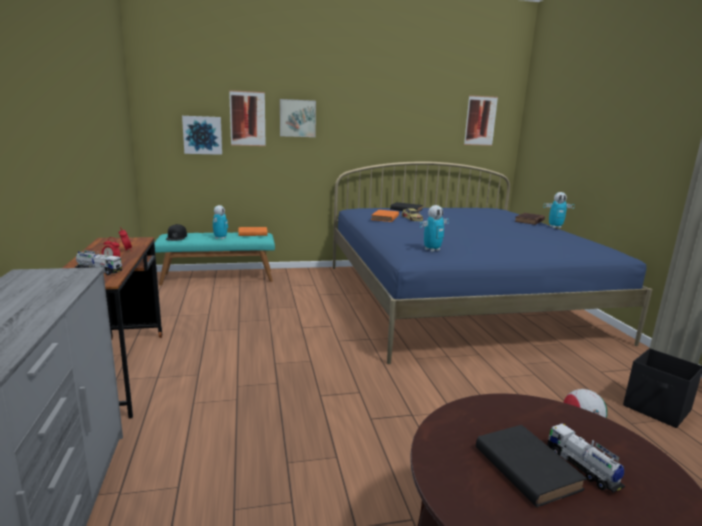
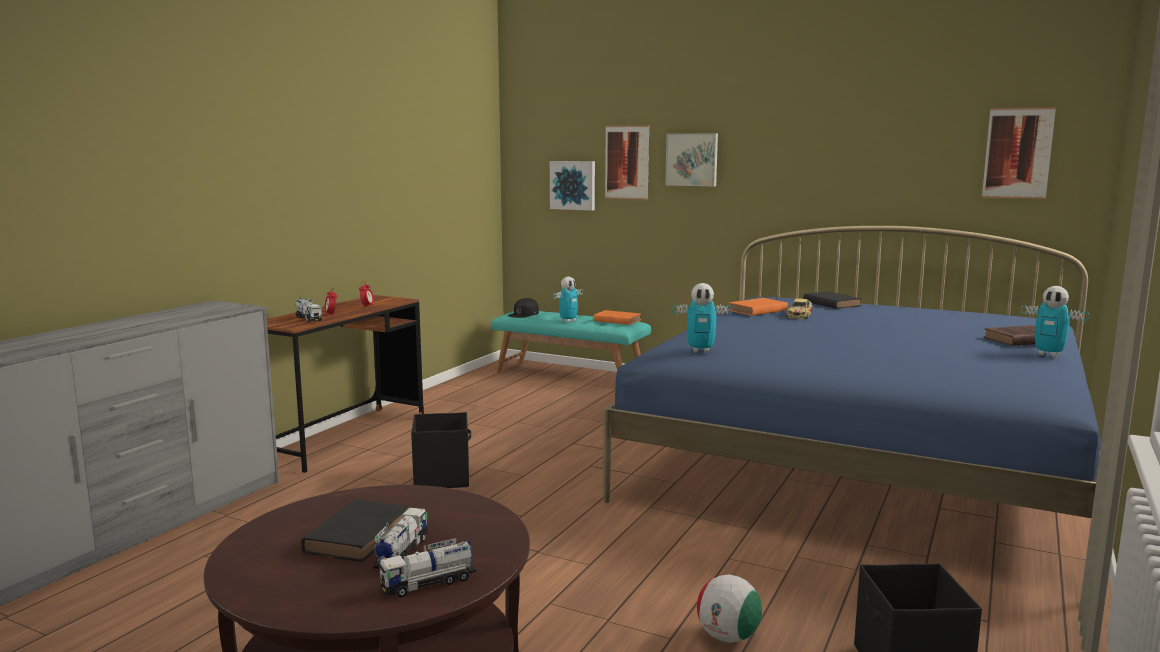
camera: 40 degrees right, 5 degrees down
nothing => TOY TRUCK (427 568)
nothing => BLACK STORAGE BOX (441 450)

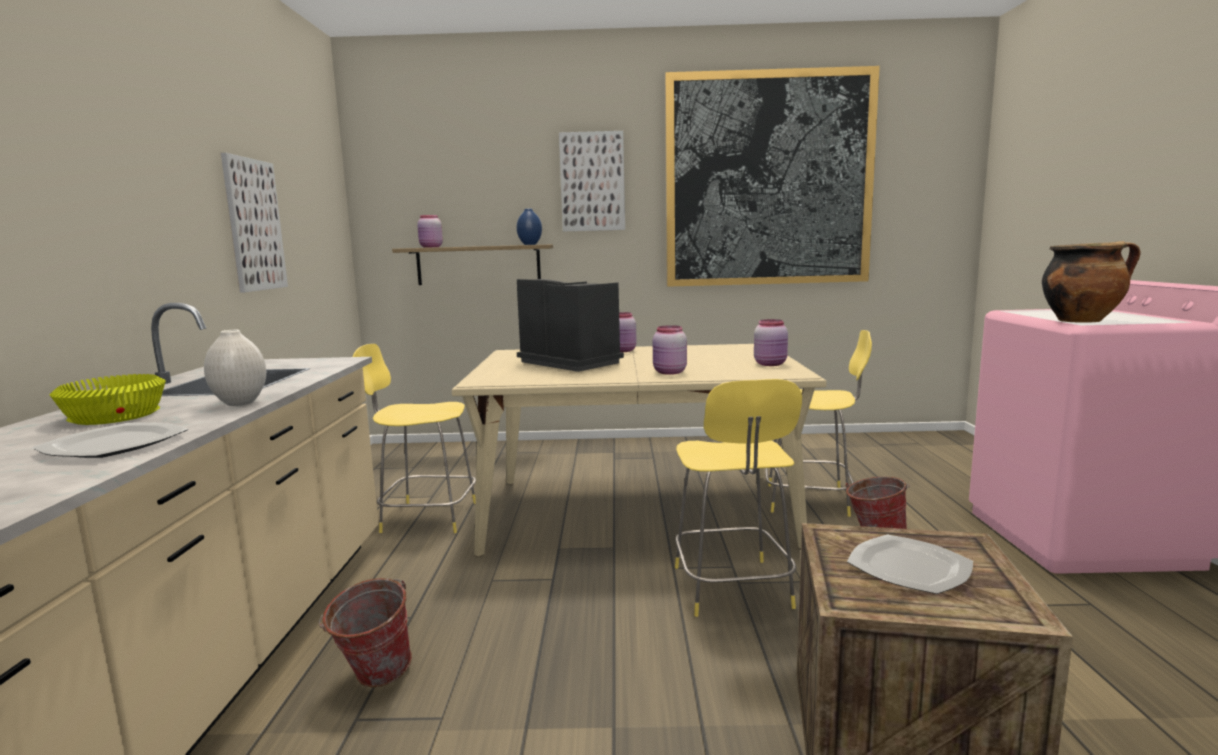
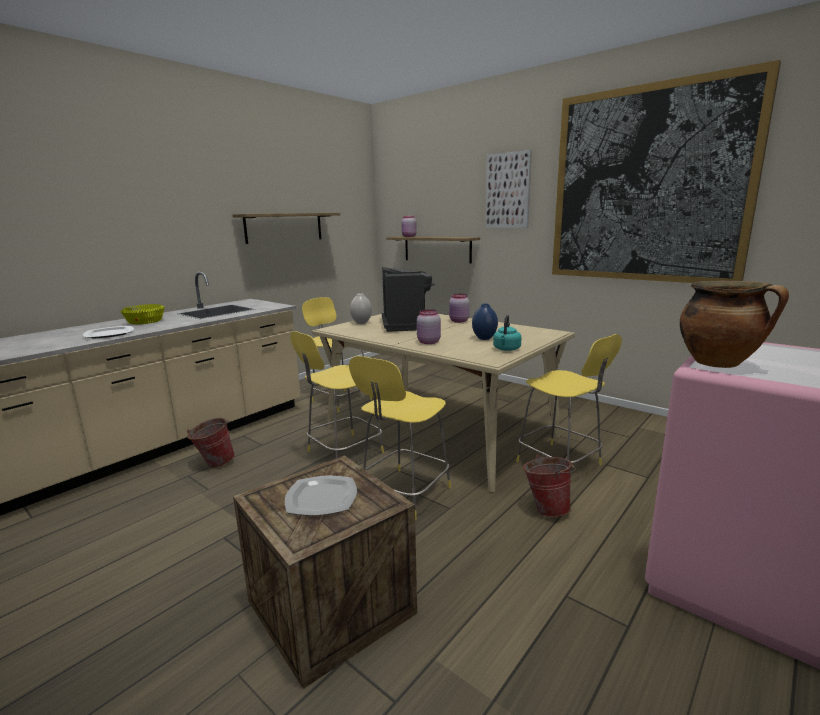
camera: 40 degrees right, 5 degrees up
WHITE VASE (235 368) => WHITE VASE (361 308), relocated
PICTURE (254 223) => SHELF (286 228)
BLUE VASE (529 227) => BLUE VASE (485 322), relocated
PINK JAR (771 342) => TURQUOISE KETTLE (507 333)
nothing => YELLOW STOOL (337 394)

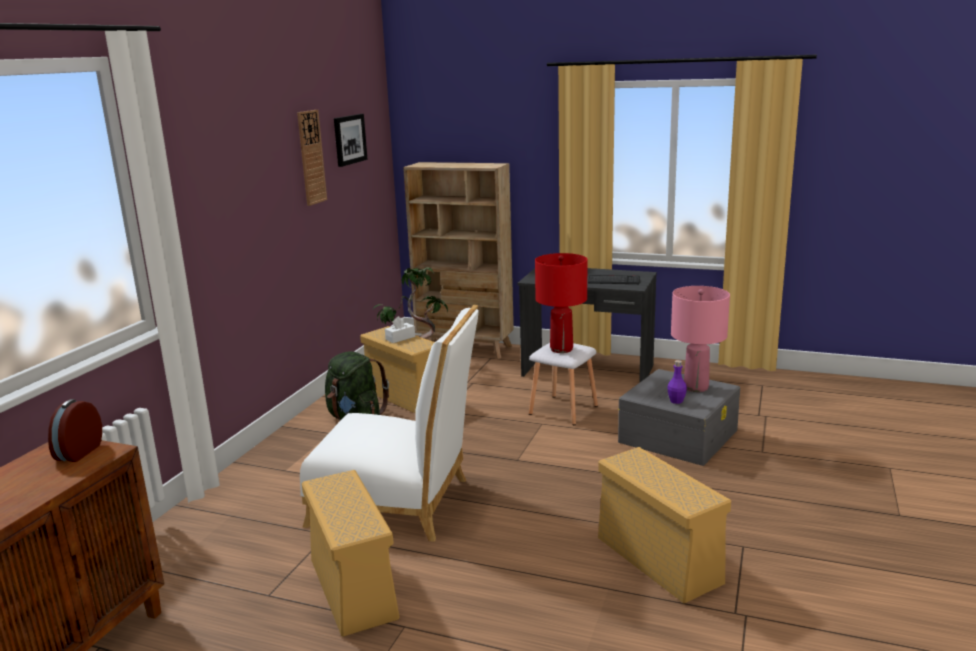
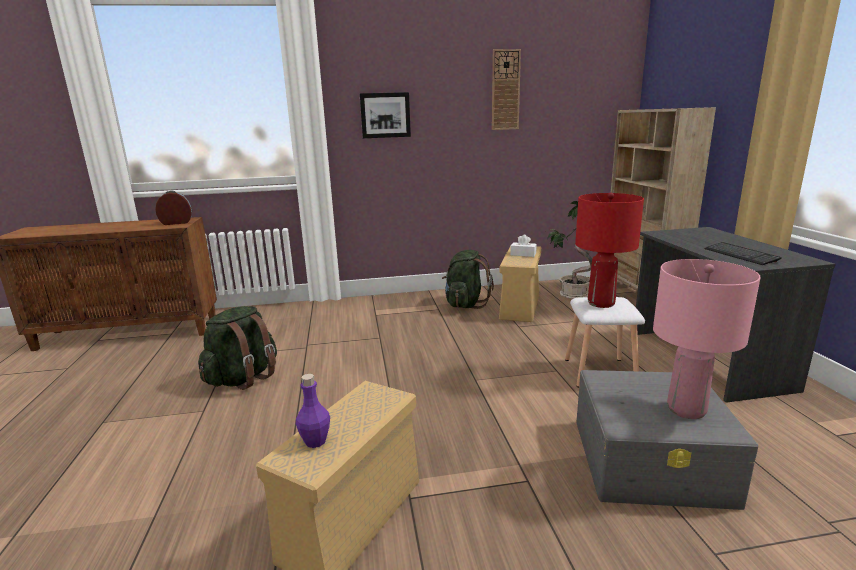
camera: 60 degrees right, 0 degrees up
WHITE CHAIR (389 423) => nothing
BEIGE STORAGE BOX (351 553) => GREEN BACKPACK (237 348)
PICTURE (351 140) => PICTURE (385 115), relocated
PURPLE BOTTLE (677 382) => PURPLE BOTTLE (313 411), relocated

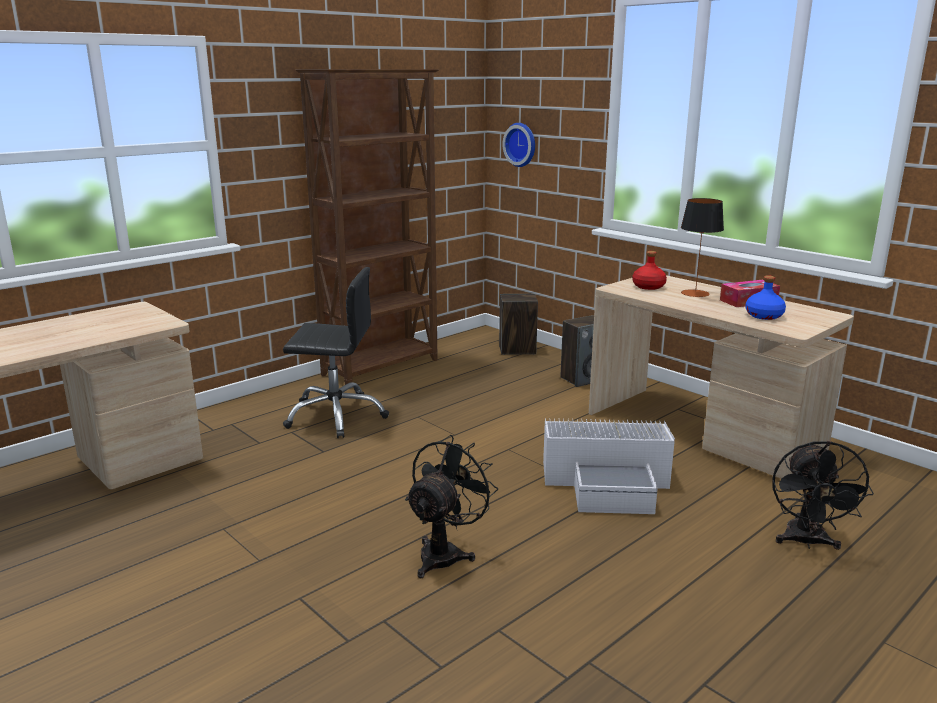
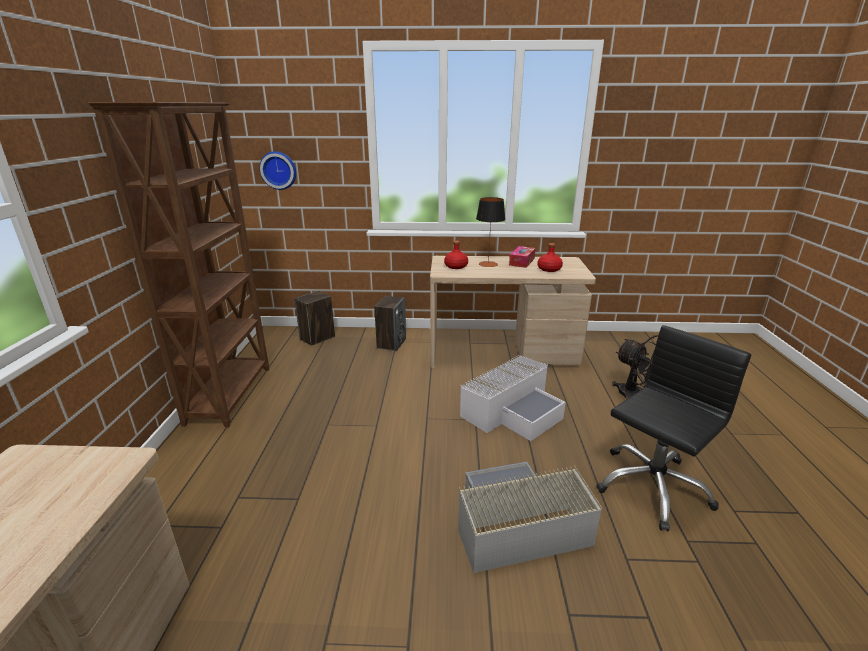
camera: 45 degrees left, 5 degrees up
BLACK OFFICE CHAIR (336 352) => BLACK OFFICE CHAIR (673 428), relocated
BLACK FAN (451 506) => GREY STORAGE BOX (530 517)
BLUE BOTTLE (765 297) => RED BOTTLE (550 257)

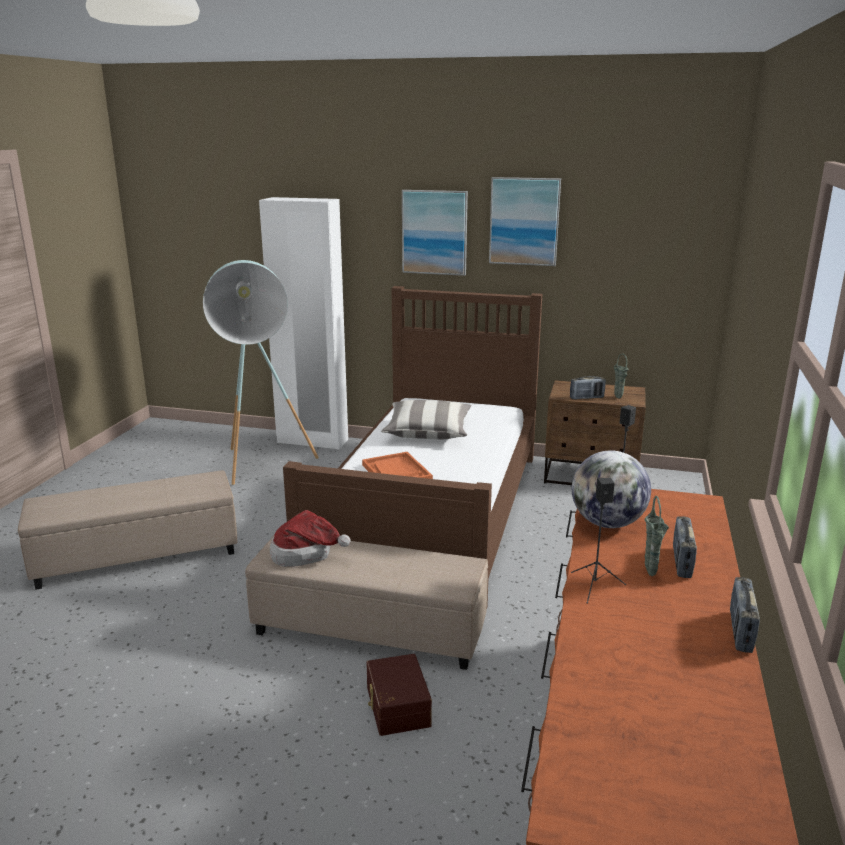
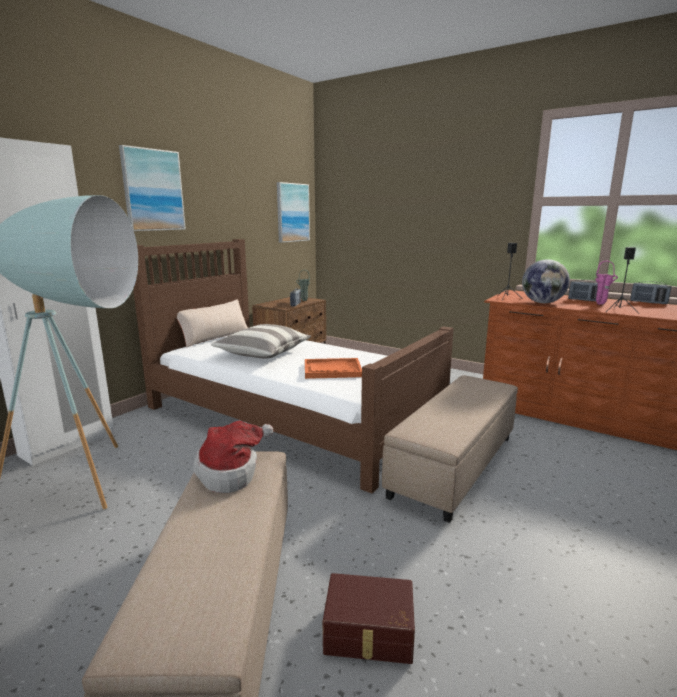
camera: 70 degrees left, 5 degrees down
HAT (310 538) => HAT (233 456), relocated
BROWN STORAGE BOX (399 695) => BROWN STORAGE BOX (369 618), relocated
PICTURE (525 221) => PICTURE (293 212), relocated
GREEN VASE (656 536) => PINK VASE (606 283)
nothing => BEIGE PILLOW (212 323)

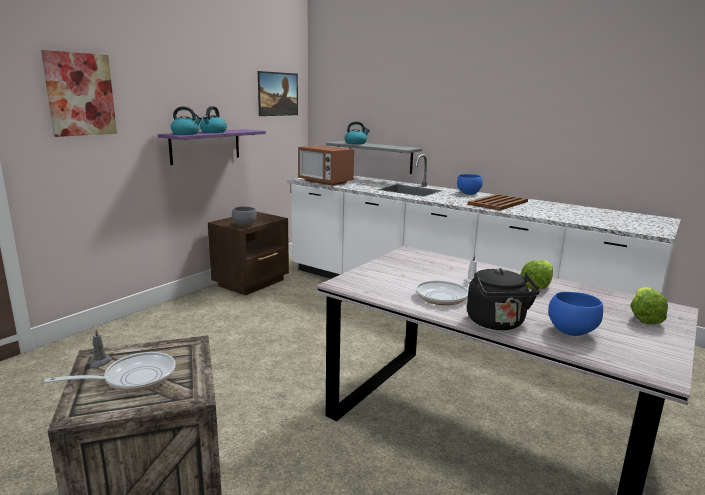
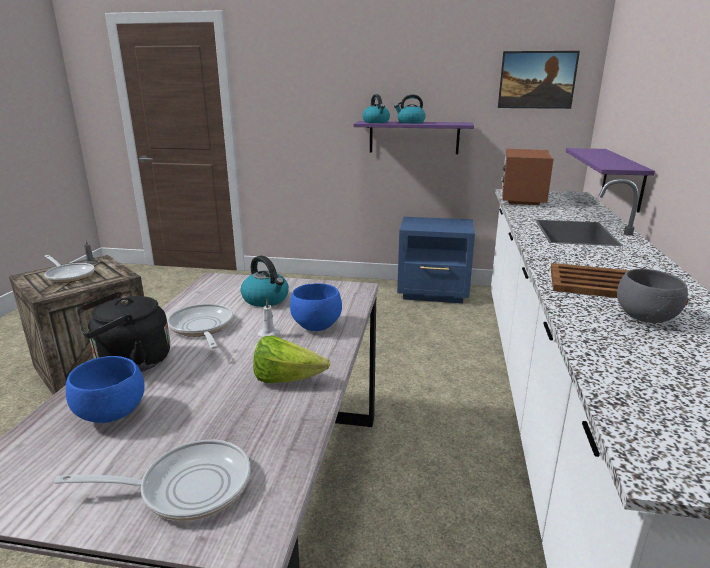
camera: 65 degrees right, 5 degrees up
PICTURE (79 93) => nothing
BROWN NIGHTSTAND (248 254) => BLUE NIGHTSTAND (436 260)
GREY BOWL (244 216) => GREY BOWL (652 296), relocated
GREY SHELF (374 157) => PURPLE SHELF (610 180)
KETTLE (357 132) => KETTLE (265 281), relocated
BLUE BOWL (470 184) => BLUE BOWL (316 307), relocated
LETTUCE (649 305) => FRYING PAN (152 480)

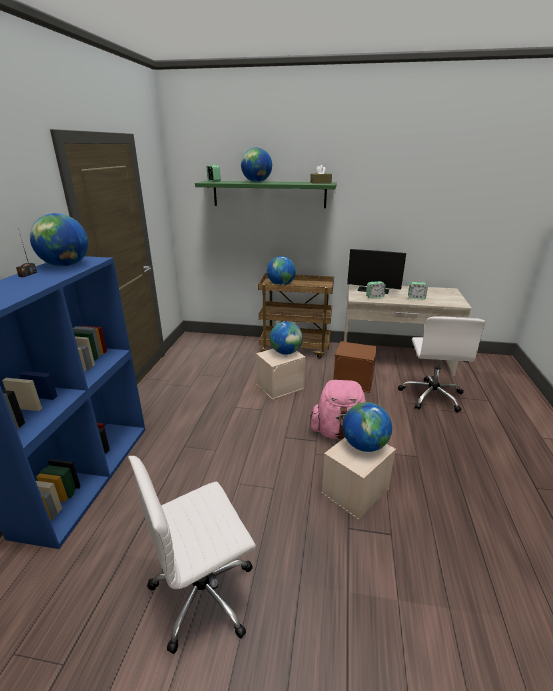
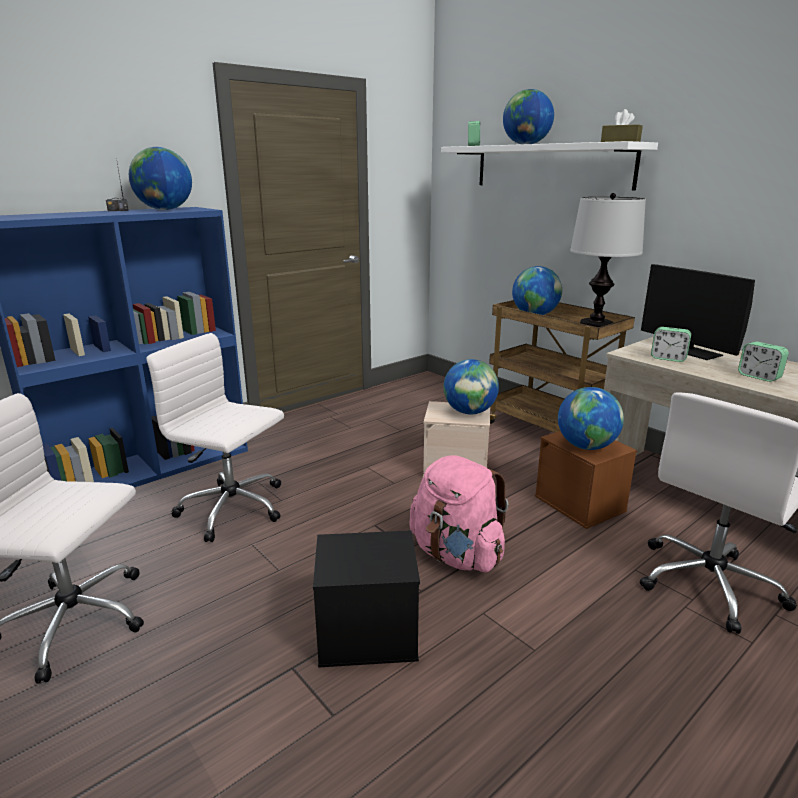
camera: 40 degrees right, 5 degrees down
GREEN SHELF (266 194) => WHITE SHELF (549 165)
BEIGE STORAGE BOX (358 479) => BLACK STORAGE BOX (366 599)
GLOBE (367 427) => GLOBE (591 418), relocated
nothing => WHITE OFFICE CHAIR (215 437)
nothing => TABLE LAMP (608 260)

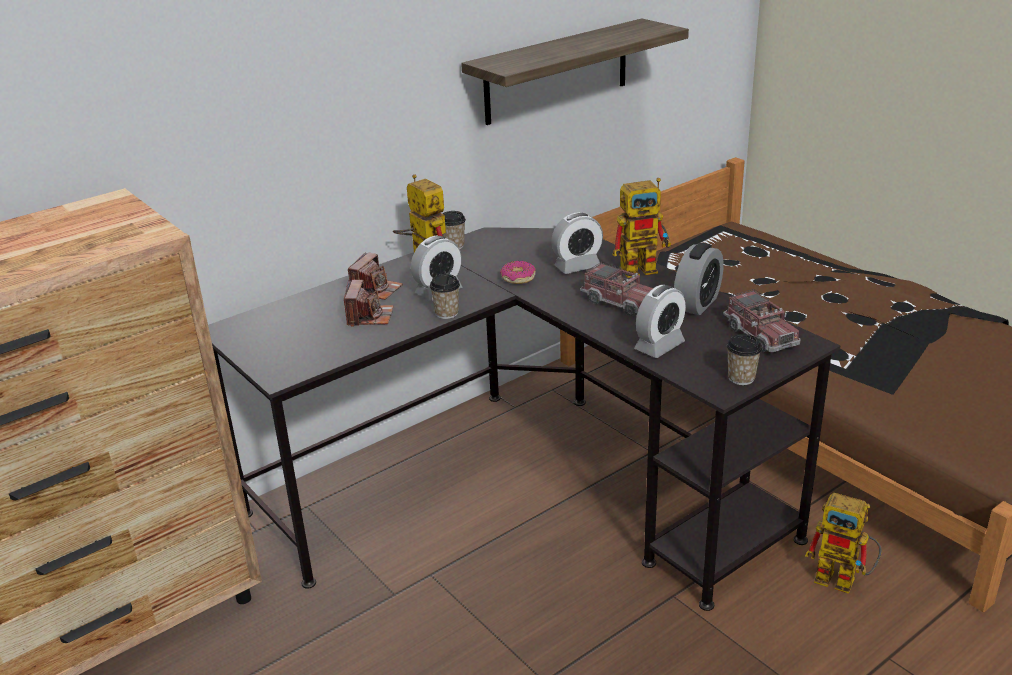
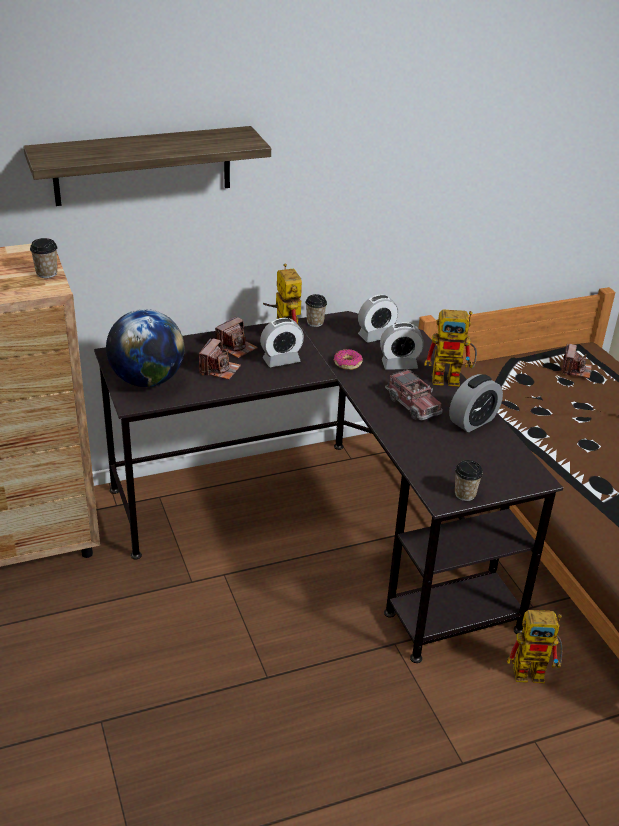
camera: 15 degrees right, 5 degrees up
CUP (445 296) => CUP (43 258), relocated
SHELF (575 71) => SHELF (147 166), relocated
ALARM CLOCK (660 321) => ALARM CLOCK (378 318), relocated
TOY TRUCK (762 321) => nothing
TOY ROBOT (843 543) => TOY ROBOT (534 646), 45 degrees counterclockwise
nothing => GLOBE (145 348)
nothing => PHOTO CAMERA (577 361)

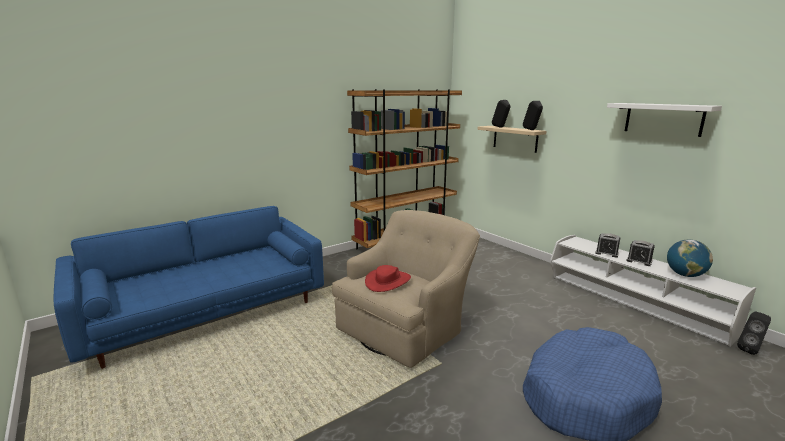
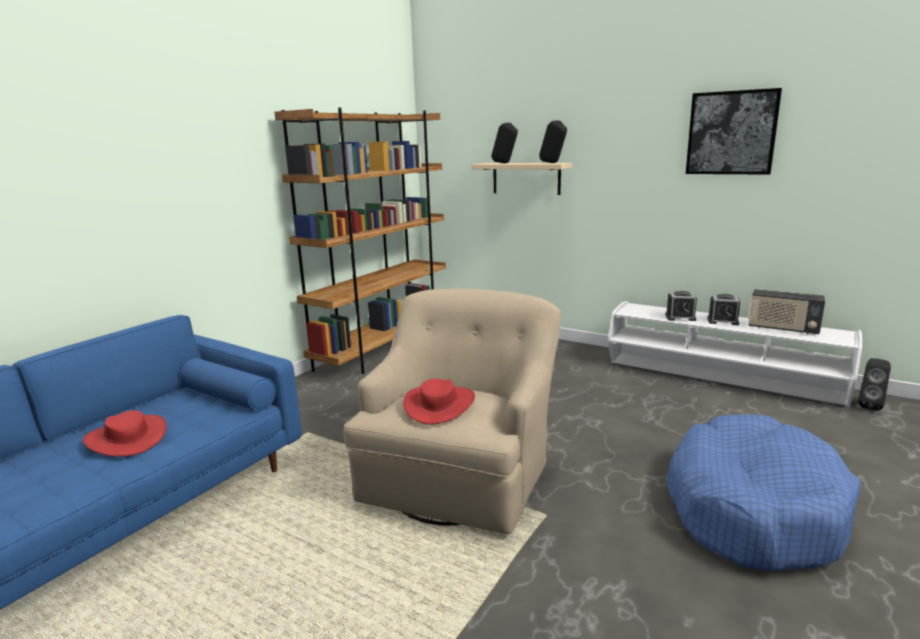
camera: 20 degrees left, 0 degrees up
WHITE SHELF (664 120) => PICTURE (734 131)
GLOBE (690 258) => RADIO (786 311)
nothing => RED HAT (125 433)

